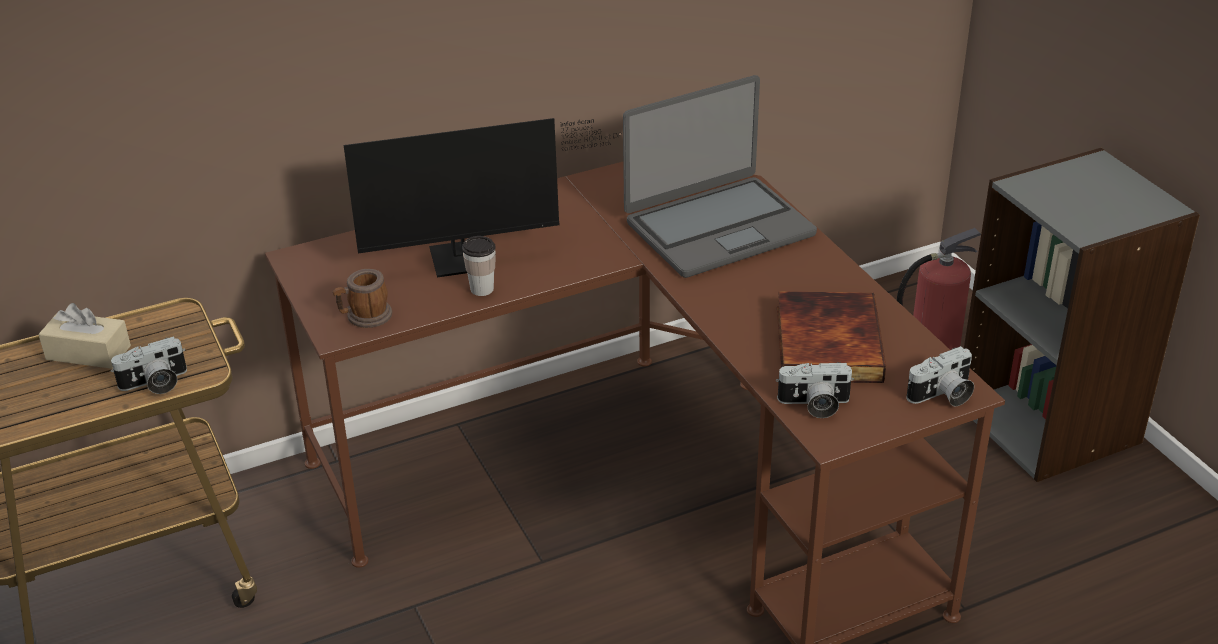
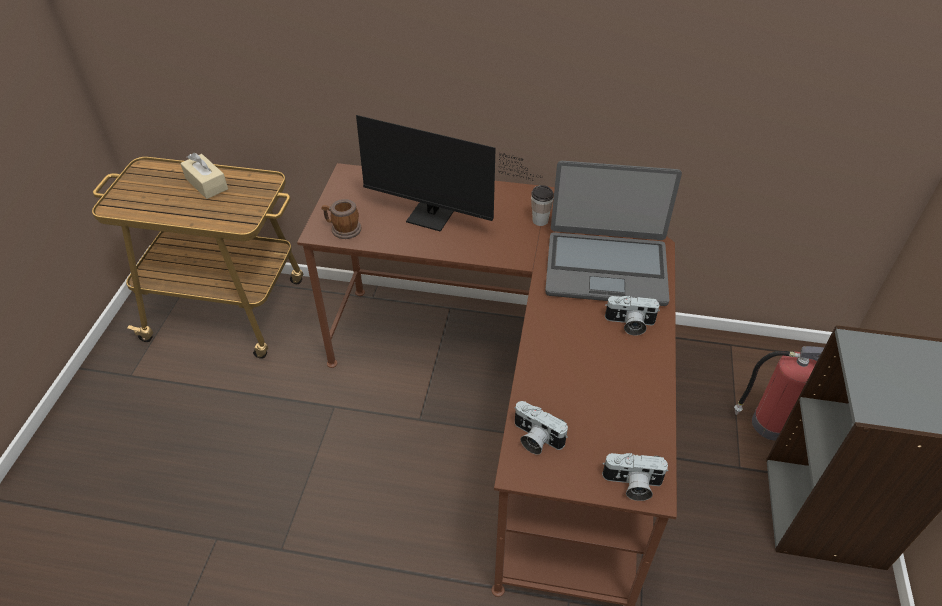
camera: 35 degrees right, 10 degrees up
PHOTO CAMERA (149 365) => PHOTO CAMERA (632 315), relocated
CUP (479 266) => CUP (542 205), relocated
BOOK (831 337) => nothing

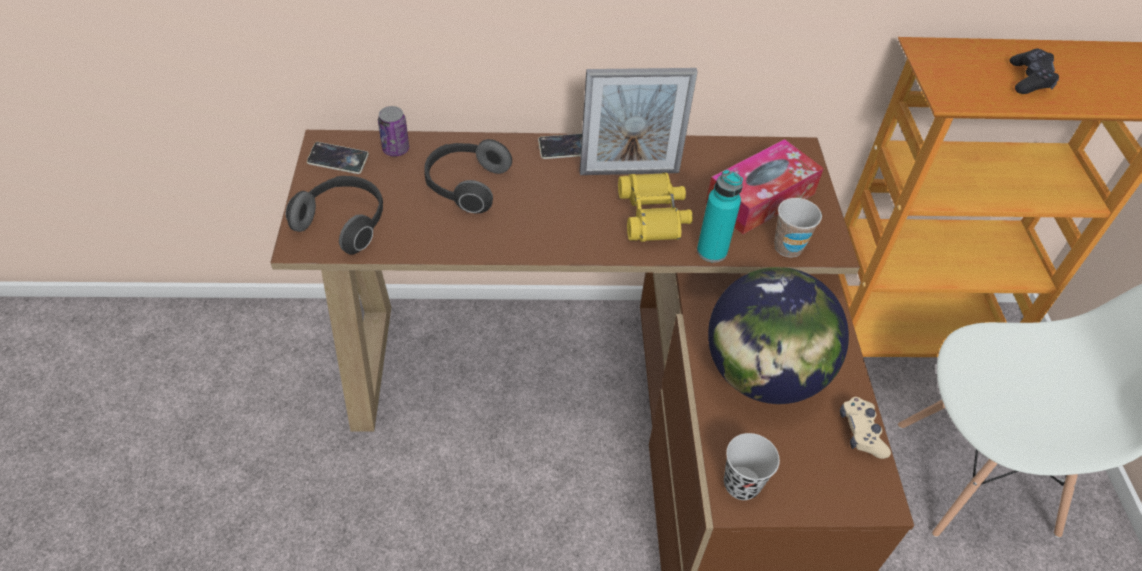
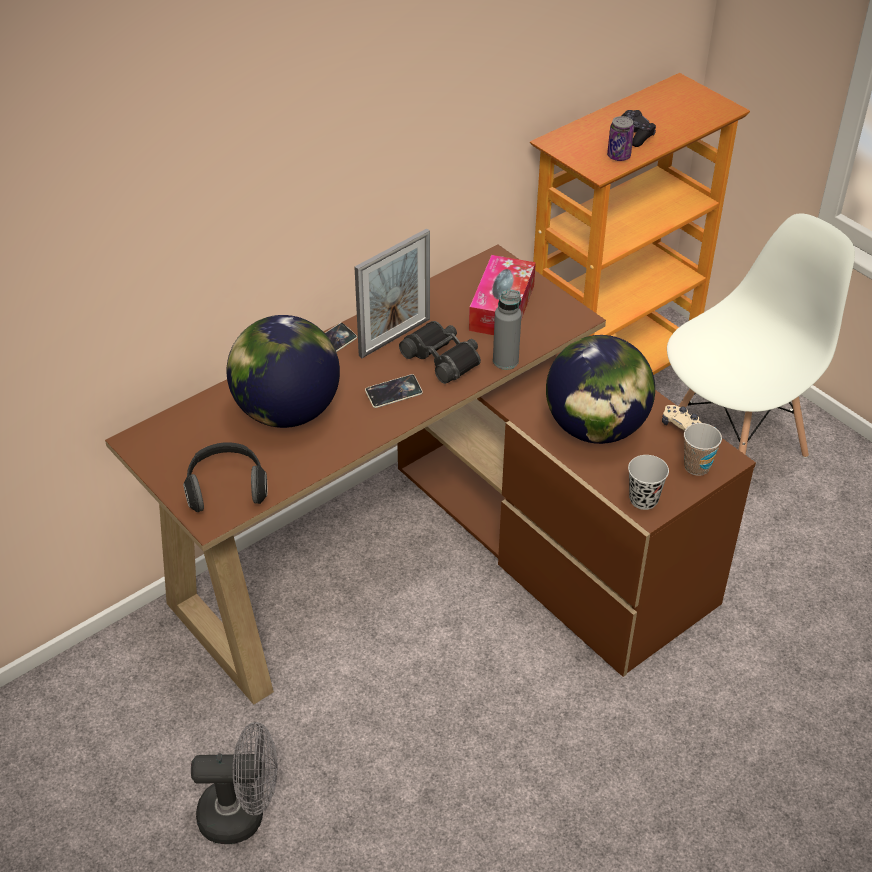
camera: 35 degrees left, 5 degrees down
PHONE (338 158) => PHONE (394 391), relocated
CAN (393 131) => CAN (620 138), relocated
HEADPHONES (468 176) => GLOBE (283 371)
YELLOW BINOCULARS (655 207) => BLACK BINOCULARS (440 352)
TURQUOISE BOTTLE (720 216) => GREY BOTTLE (507 330)
CUP (798 228) => CUP (703 449), relocated
nothing => GREY FAN (234 783)

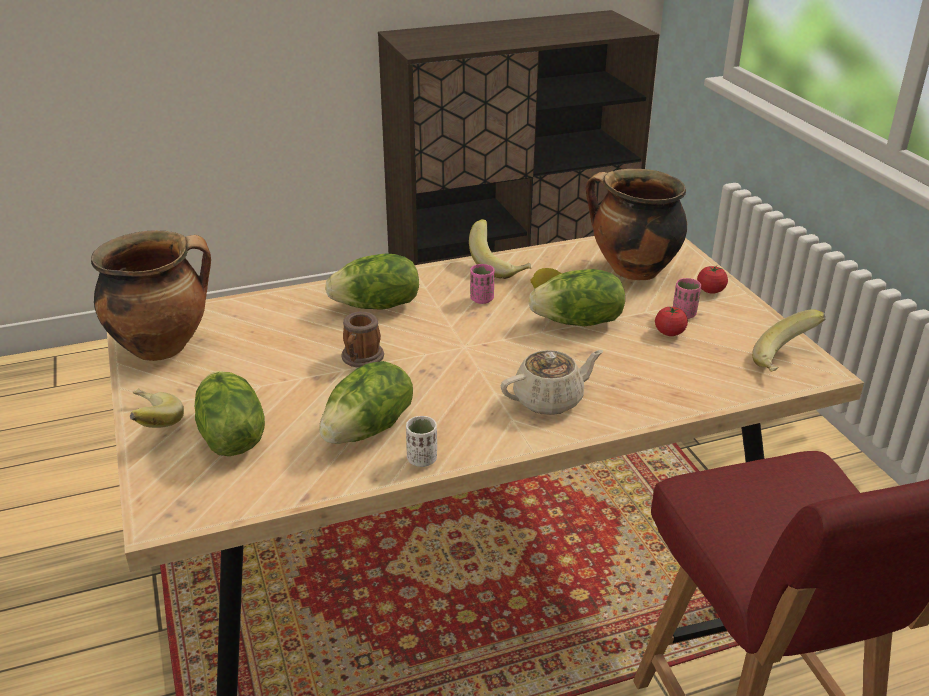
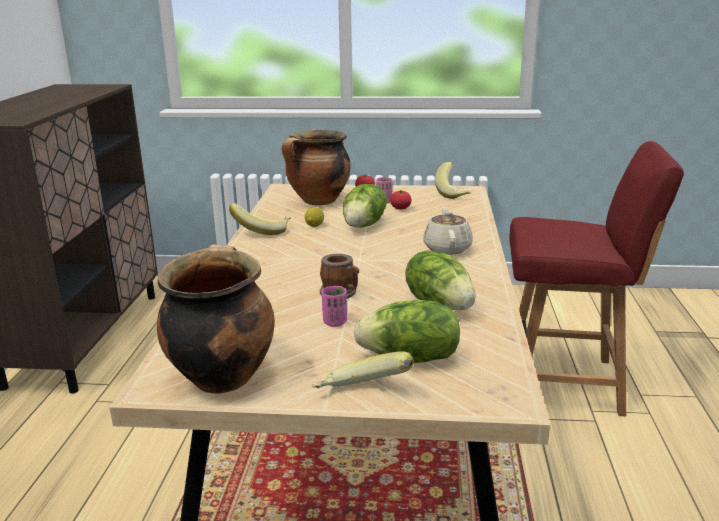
camera: 65 degrees left, 10 degrees down
LETTUCE (372 281) => nothing
WHITE CUP (421 441) => nothing
PINK CUP (482 284) => PINK CUP (334 306), relocated

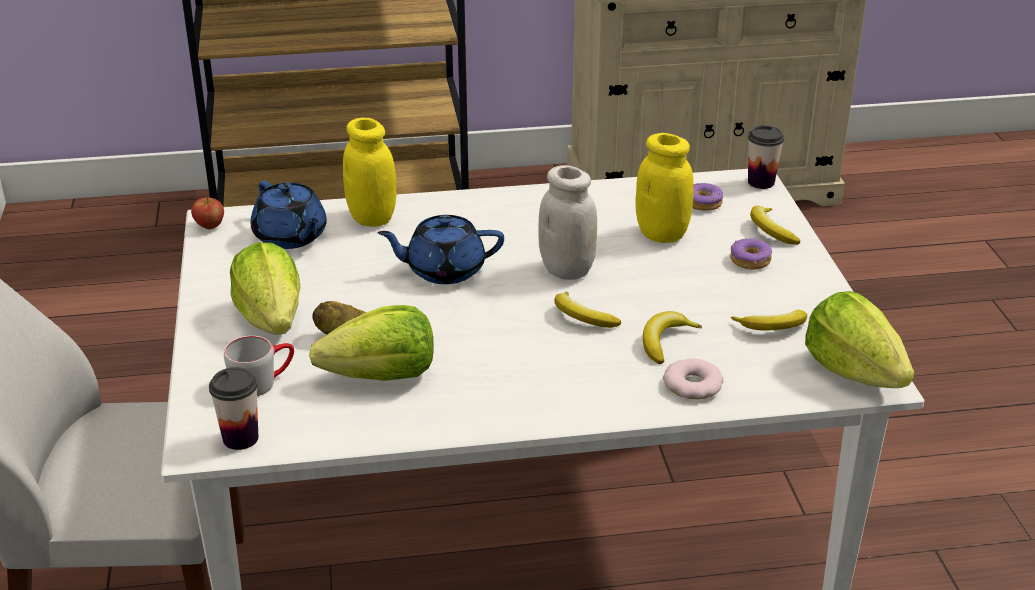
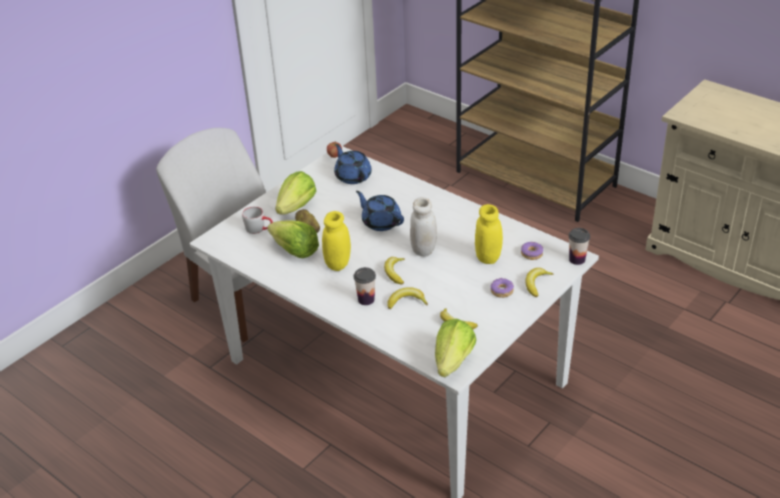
camera: 50 degrees right, 5 degrees up
CUP (233 408) => CUP (365 286), relocated
BLUE TEAPOT (289 215) => BLUE TEAPOT (353 164), 135 degrees clockwise
YELLOW JAR (369 172) => YELLOW JAR (336 241), relocated
DONUT (693 378) => nothing

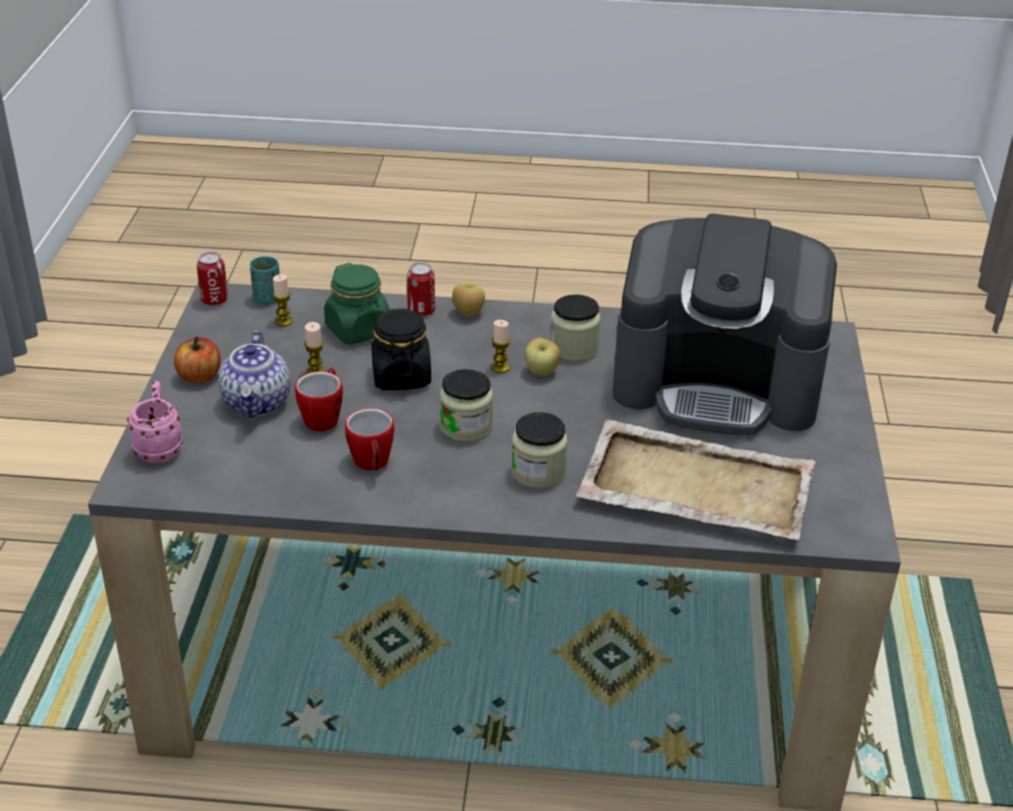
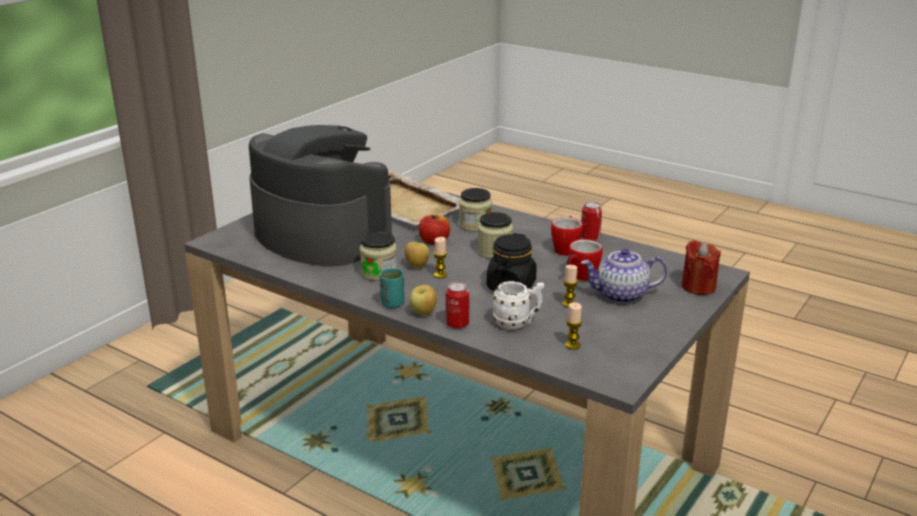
camera: 150 degrees left, 10 degrees down
PINK MUG (154 422) => RED CANDLE (701 267)
APPLE (197 360) => APPLE (434 229), relocated
CAN (212 279) => CAN (591 221), relocated
TEAPOT (254 374) => TEAPOT (624 276), 120 degrees counterclockwise
TURQUOISE CUP (265 280) => TURQUOISE CUP (392 288), relocated
GREEN JAR (357 303) => WHITE MUG (518 305)

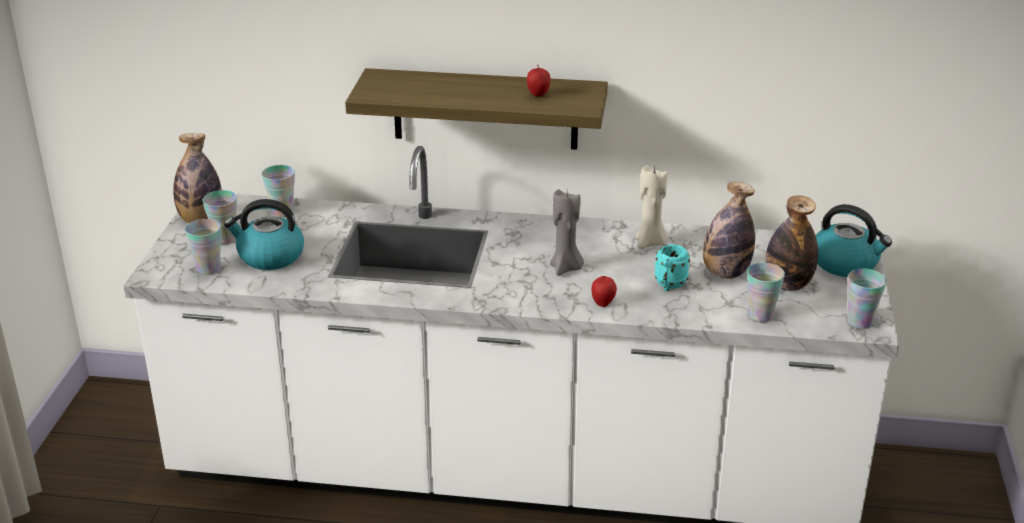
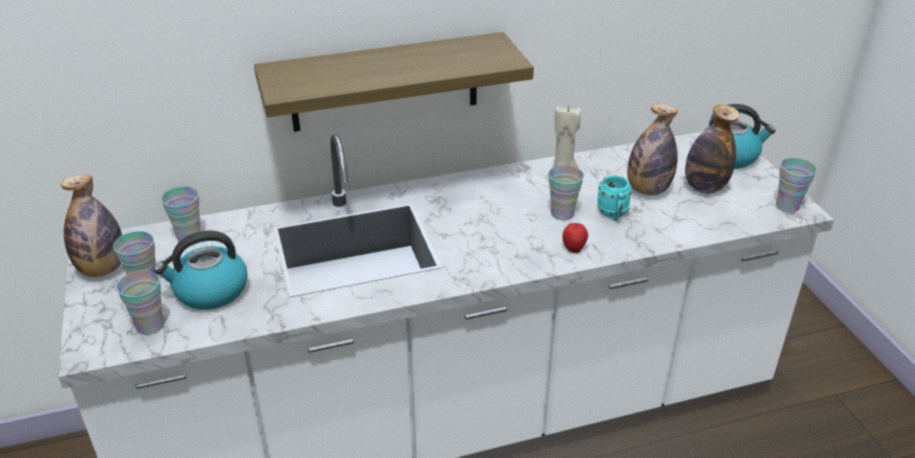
camera: 25 degrees left, 5 degrees up
APPLE (538 80) => nothing
GREY CANDLE (567 233) => nothing
CUP (766 292) => CUP (566 192), relocated

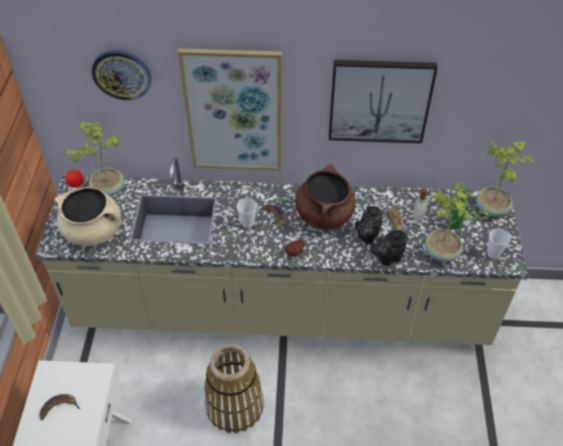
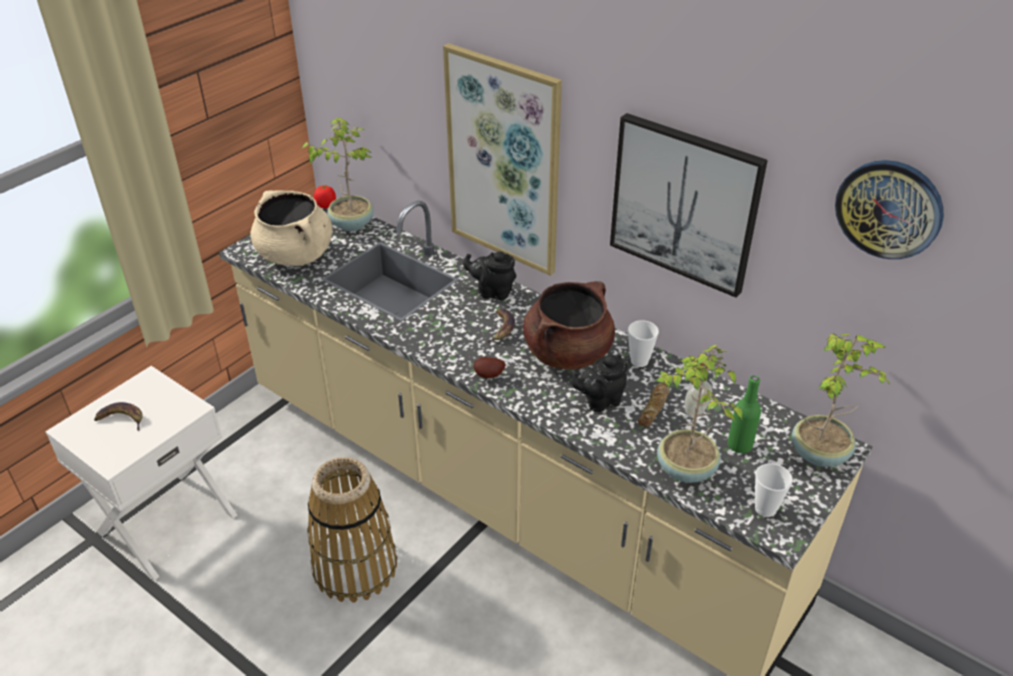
camera: 35 degrees right, 10 degrees down
WALL CLOCK (121 75) => WALL CLOCK (889 209), relocated
CUP (247 213) => CUP (643 343), relocated
BLACK TEAPOT (389 248) => BLACK TEAPOT (489 275), relocated

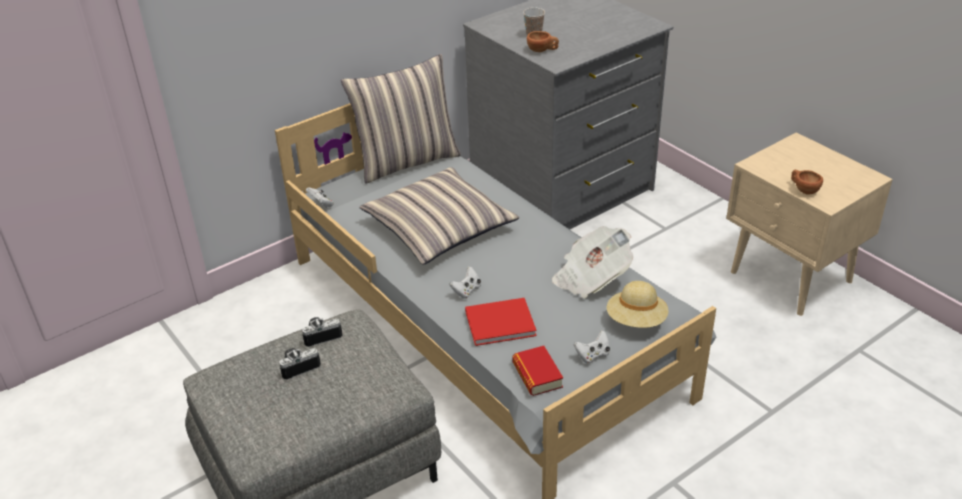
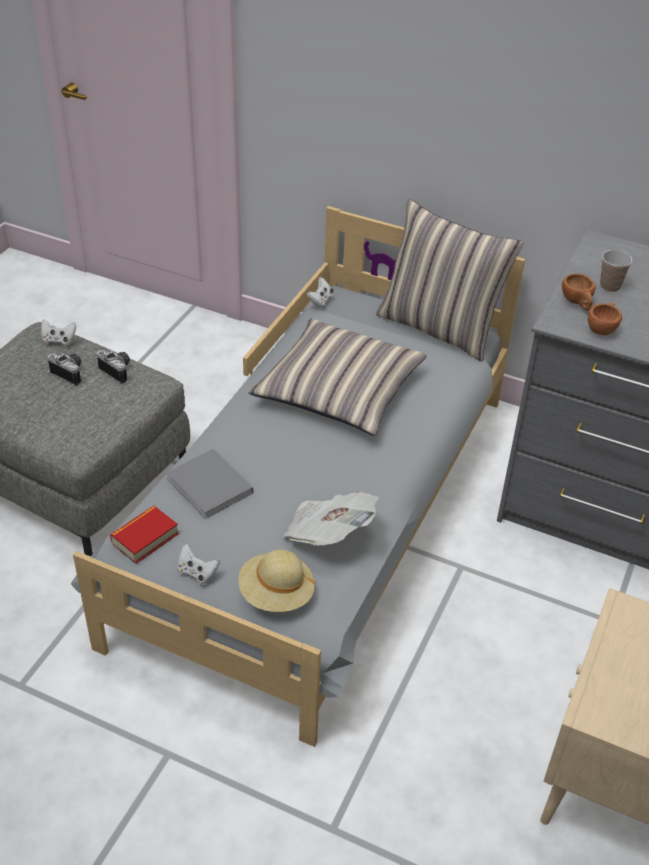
camera: 60 degrees right, 5 degrees up
WHITE GAME CONTROLLER (465 282) => WHITE GAME CONTROLLER (58 333), relocated
RED BOOK (501 322) => GREY BOOK (209 484)
BROWN CUP (807 182) => BROWN CUP (605 318), relocated

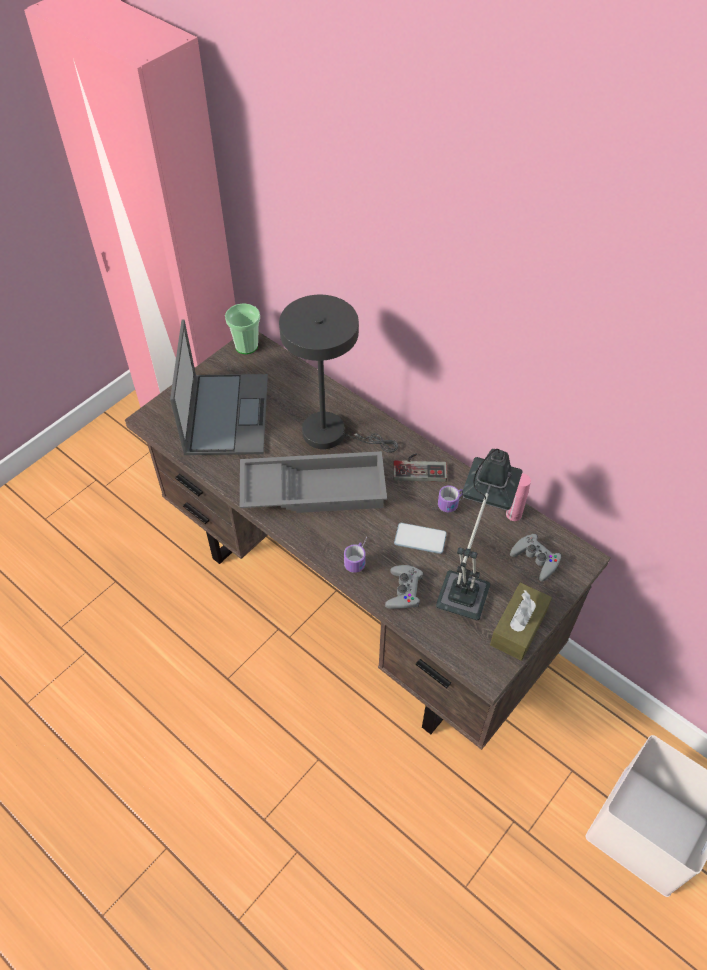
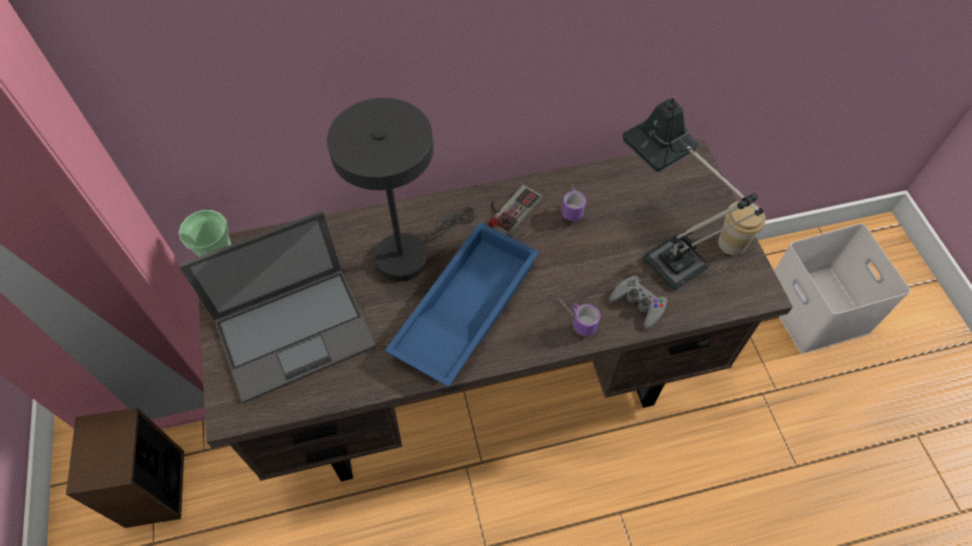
camera: 55 degrees left, 5 degrees up
LAPTOP (219 387) => LAPTOP (277 307), 120 degrees clockwise
GREY TRAY (313 482) => BLUE TRAY (462 304)
PHONE (420 538) => nothing
BROWN TISSUE BOX (521 621) => CUP (742 228)
PINK BOTTLE (518 497) => nothing
GREY GAME CONTROLLER (536 558) => nothing
nothing => SPEAKER (125 468)

